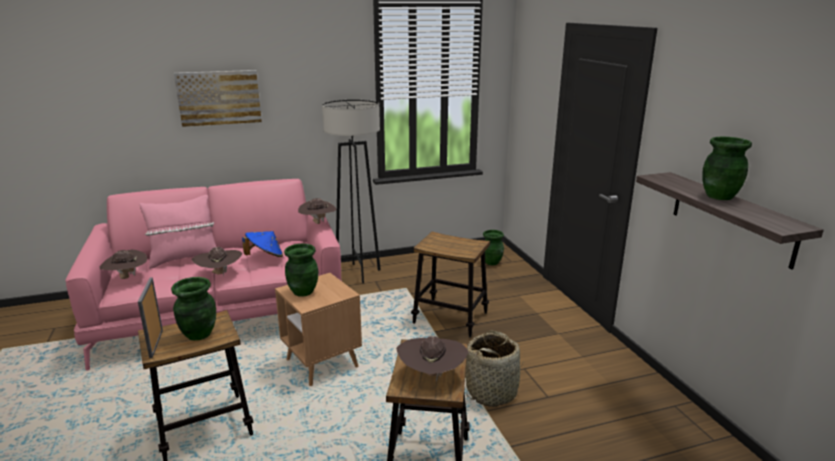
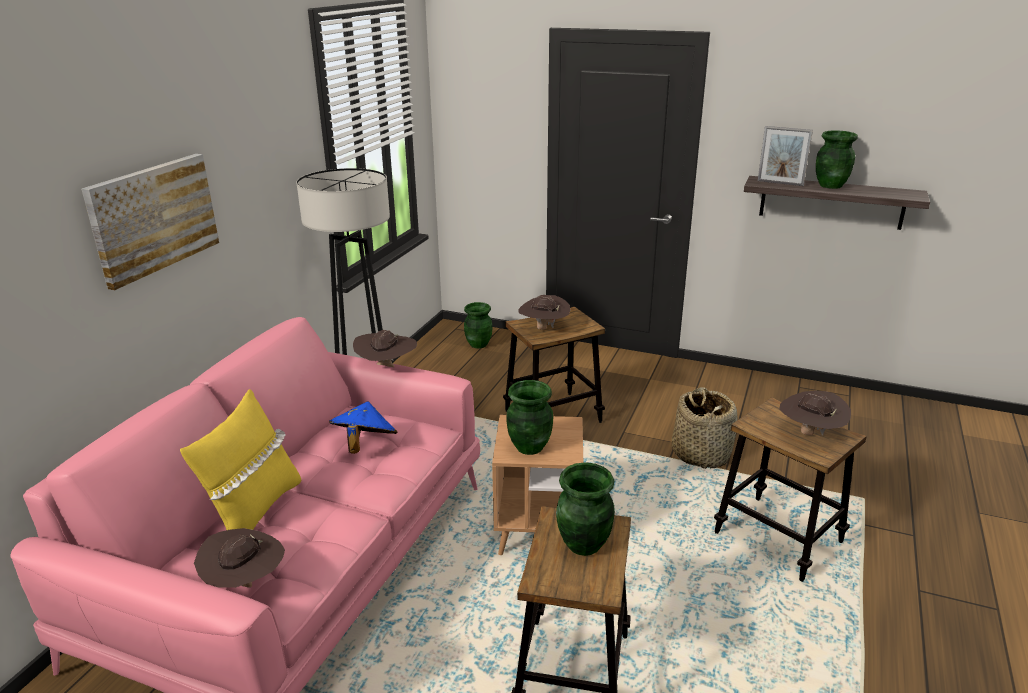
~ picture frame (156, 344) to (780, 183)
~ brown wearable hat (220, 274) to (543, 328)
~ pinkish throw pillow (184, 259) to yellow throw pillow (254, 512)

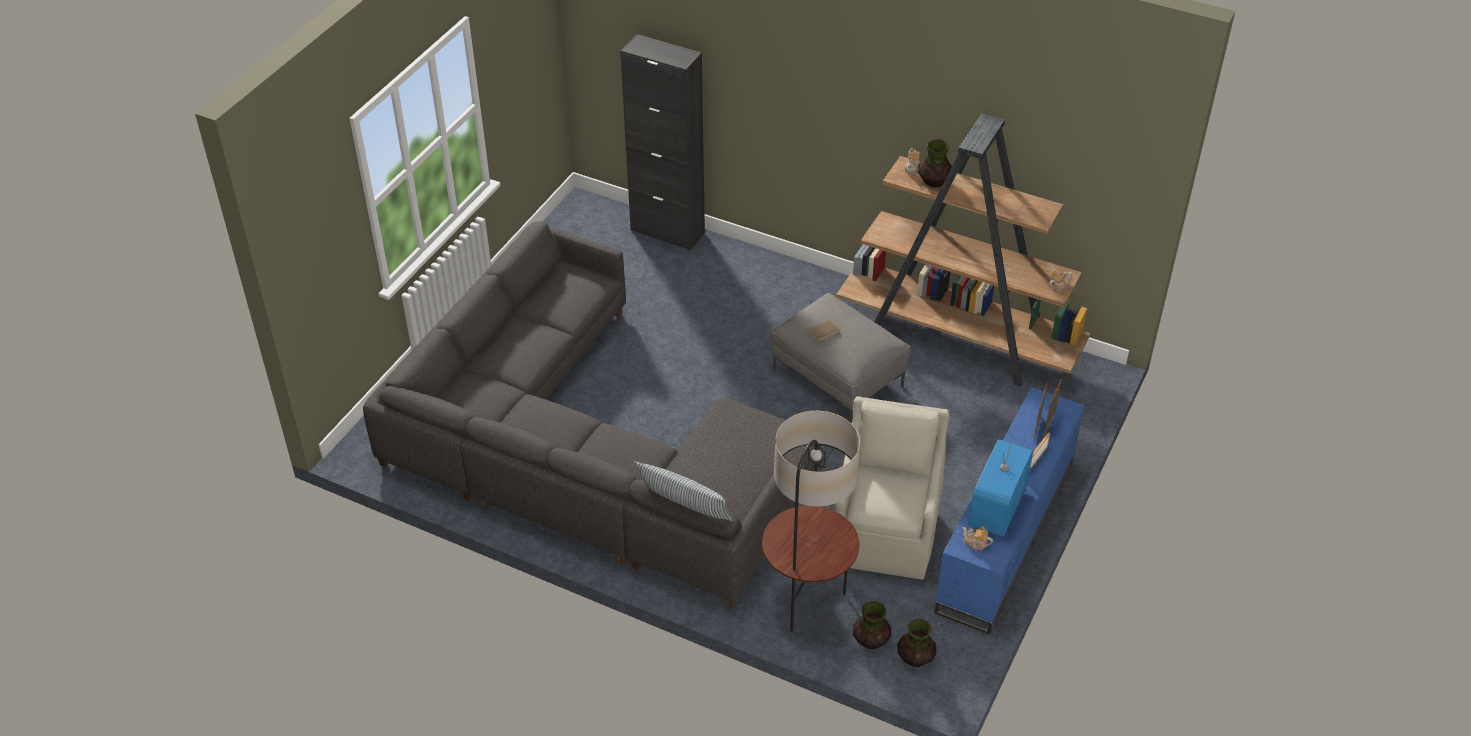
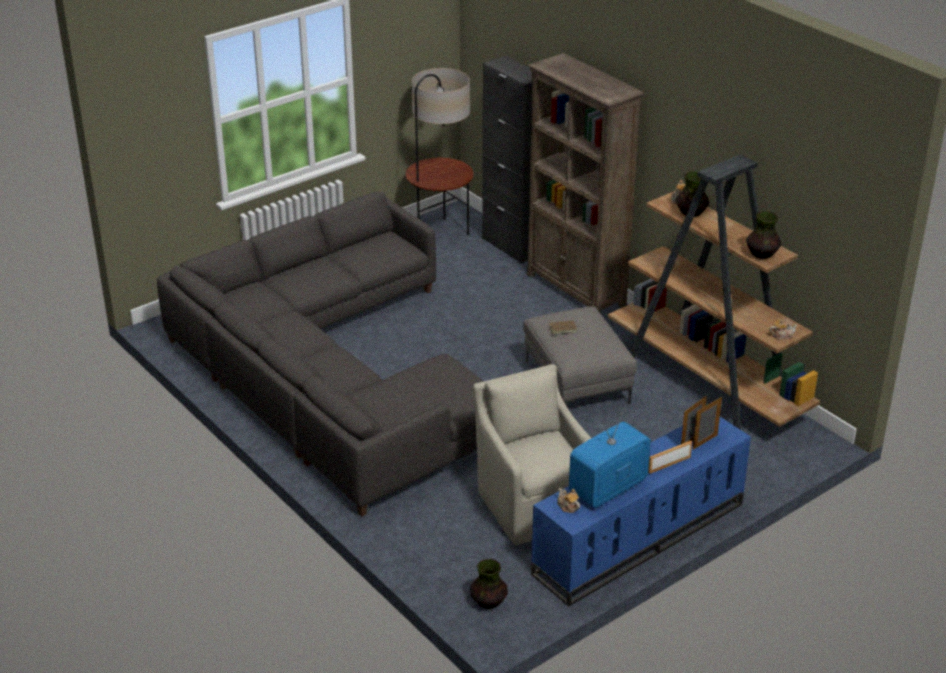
- throw pillow (684, 506)
+ brown bookshelf (576, 290)
~ floor lamp (807, 603) to (440, 233)
~ vase (870, 640) to (761, 254)
~ sand-coloured lounge chair (886, 534) = (533, 504) 60 degrees counterclockwise

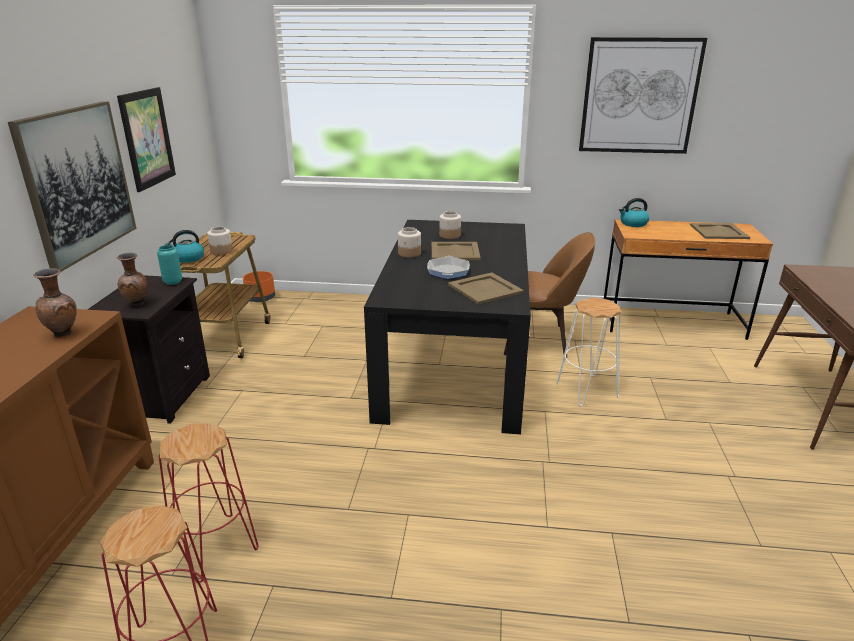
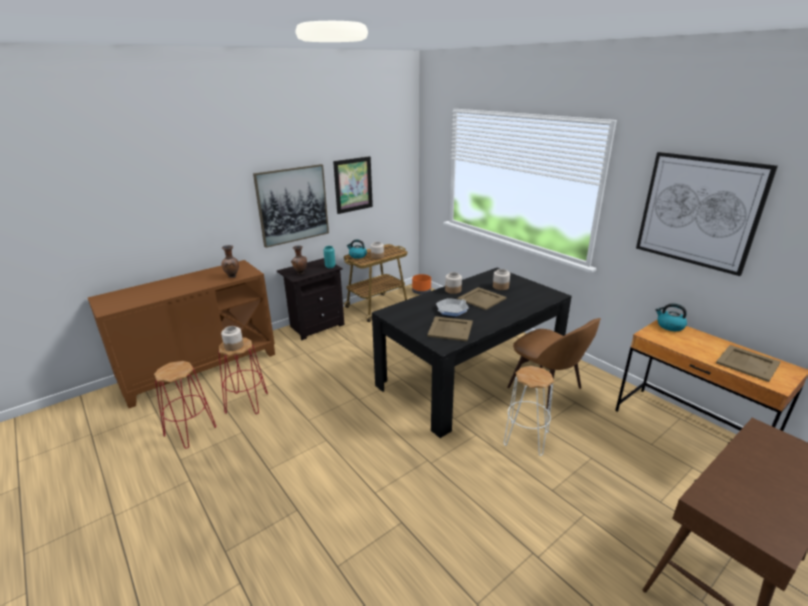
+ jar (234, 346)

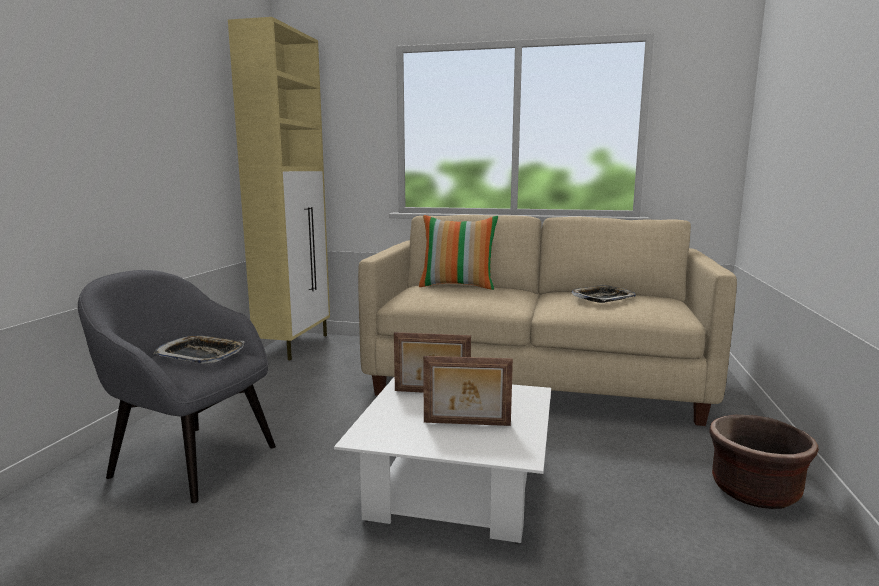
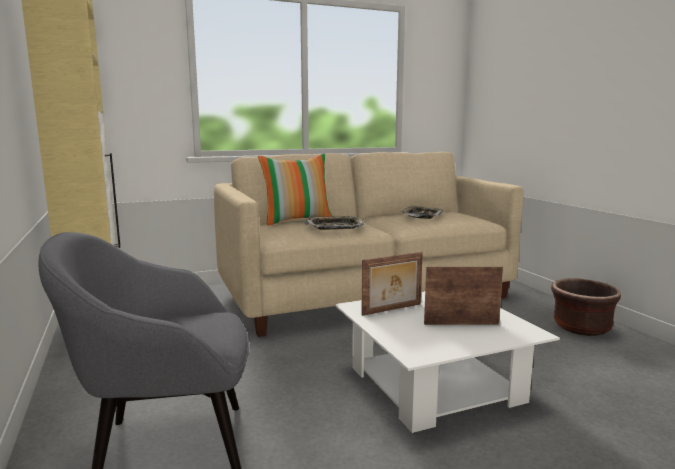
~ tray (201, 355) to (334, 227)
~ picture frame (466, 424) = (461, 323) 150 degrees counterclockwise

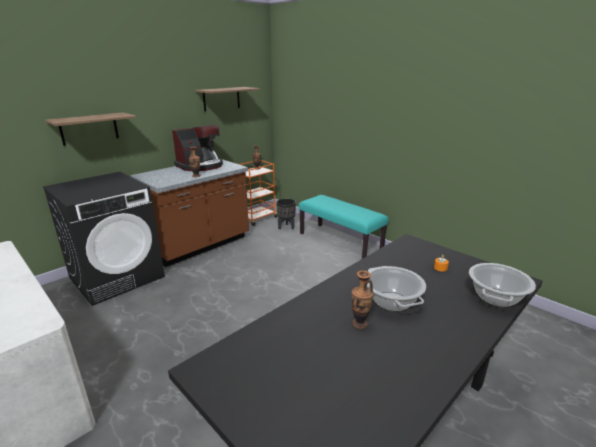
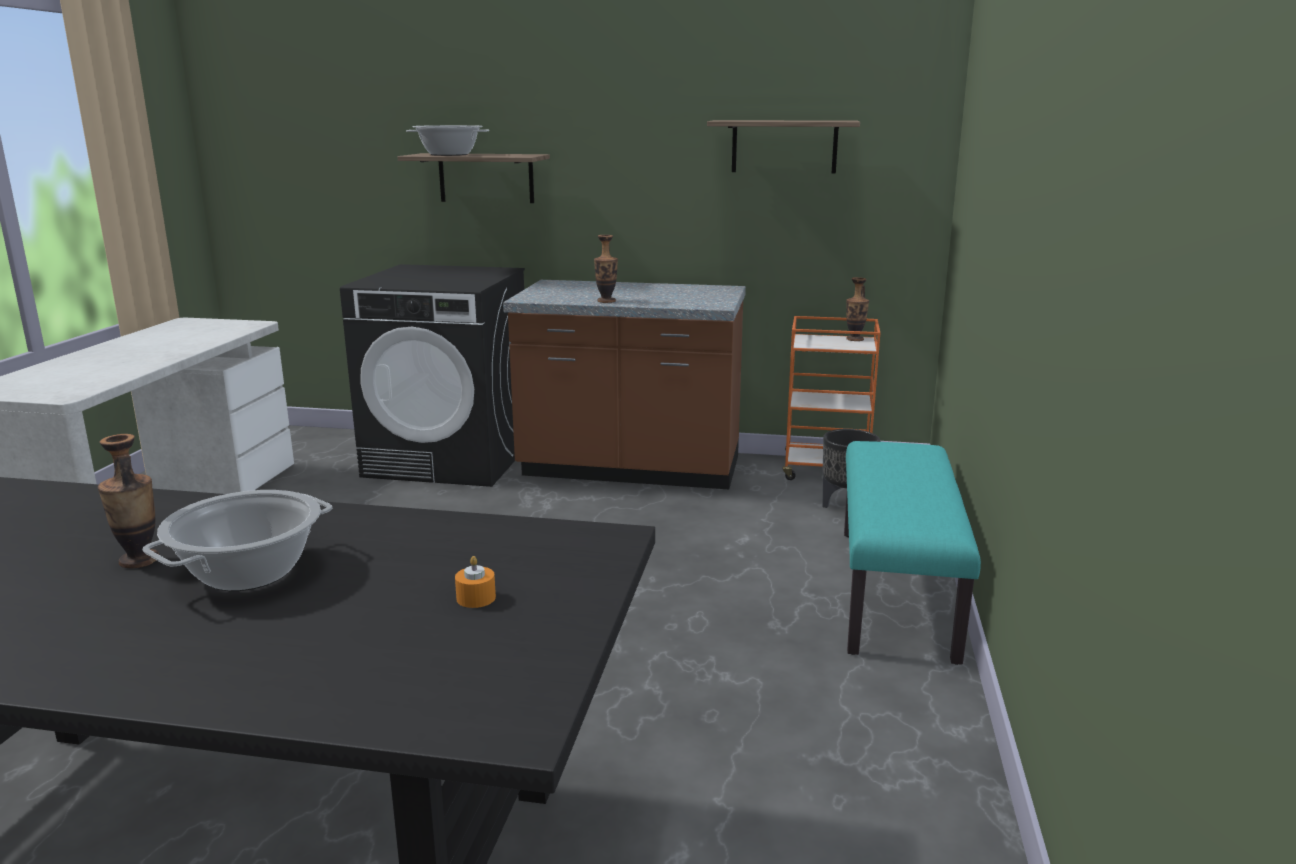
- coffee maker (200, 166)
~ cooking pot (496, 298) to (449, 154)

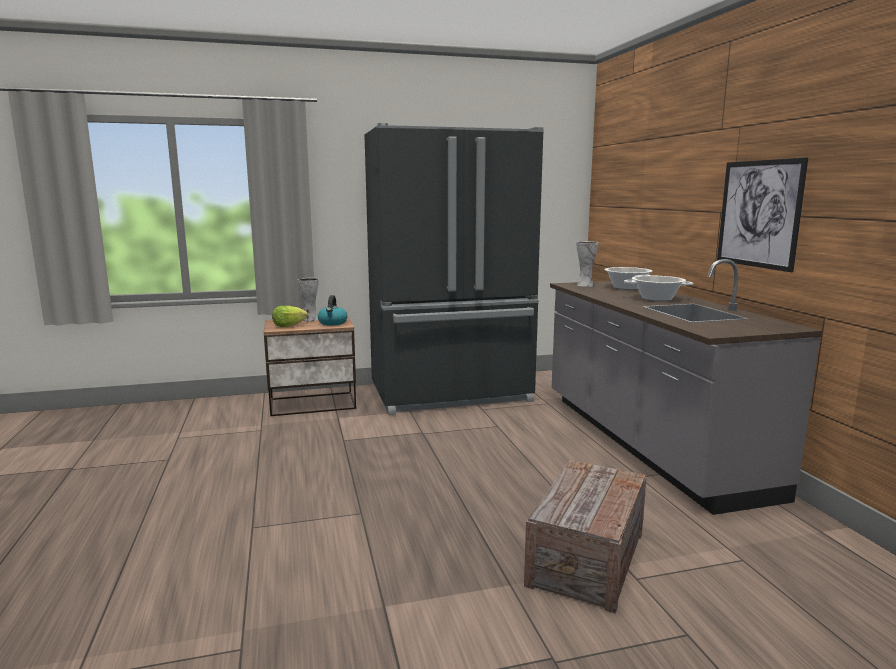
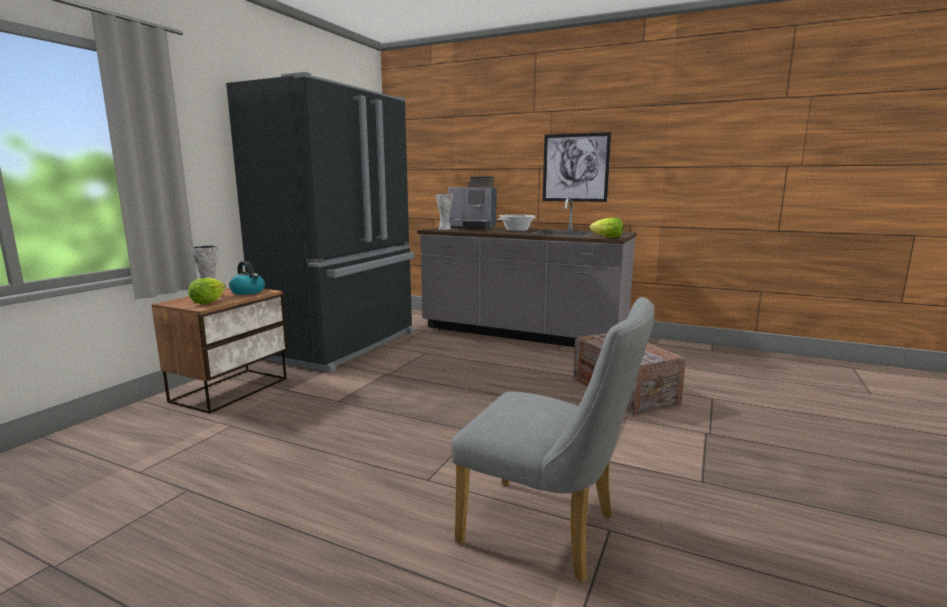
+ greyish upright chair (549, 532)
+ lettuce head (607, 237)
~ cooking pot (627, 288) to coffee maker (473, 228)

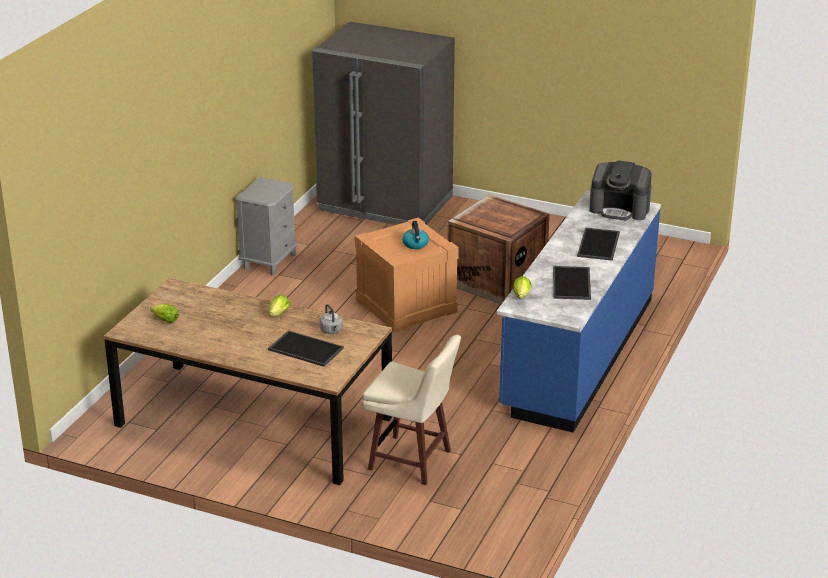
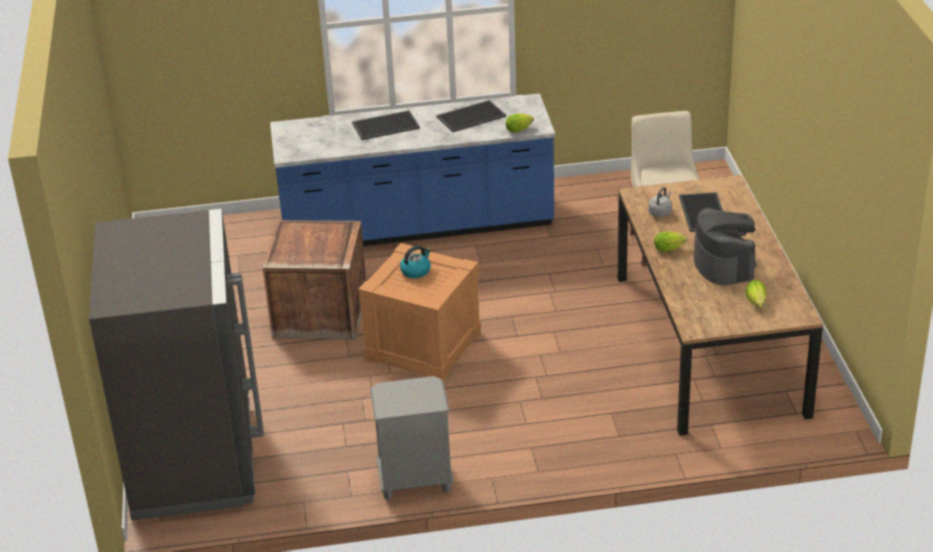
~ coffee maker (620, 209) to (723, 264)

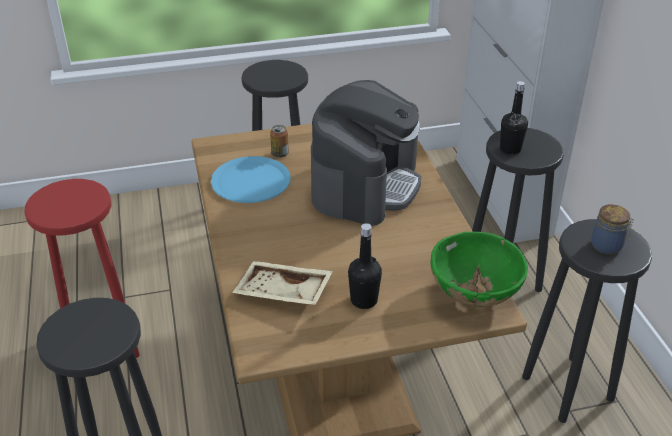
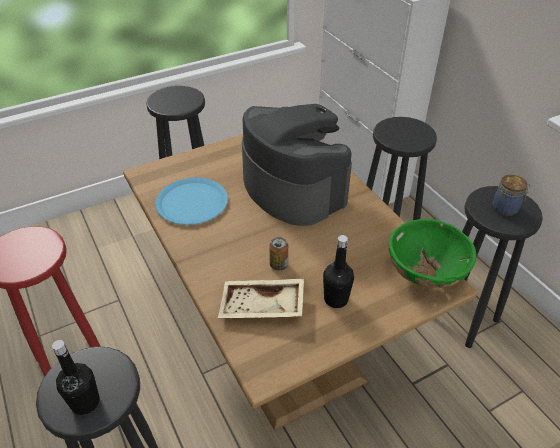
~ sealed can (280, 154) to (278, 265)
~ black drink bottle (510, 149) to (85, 402)
~ coffee maker (365, 184) = (293, 188) 45 degrees counterclockwise

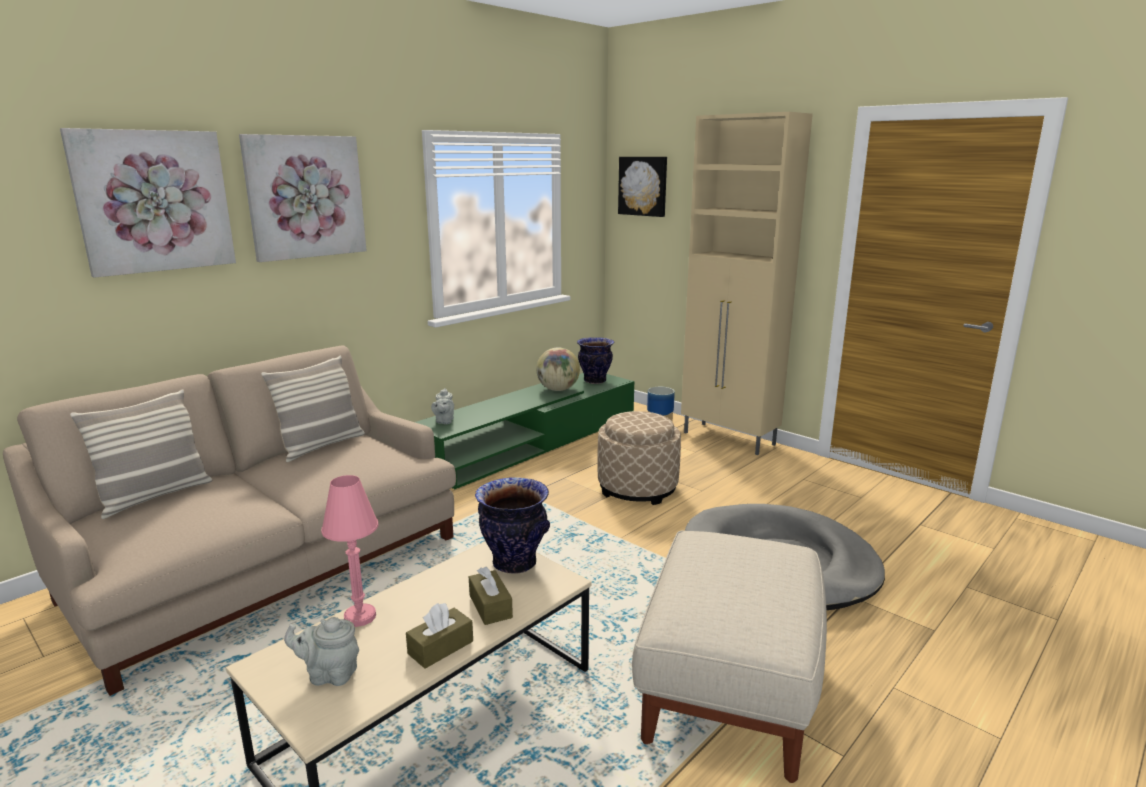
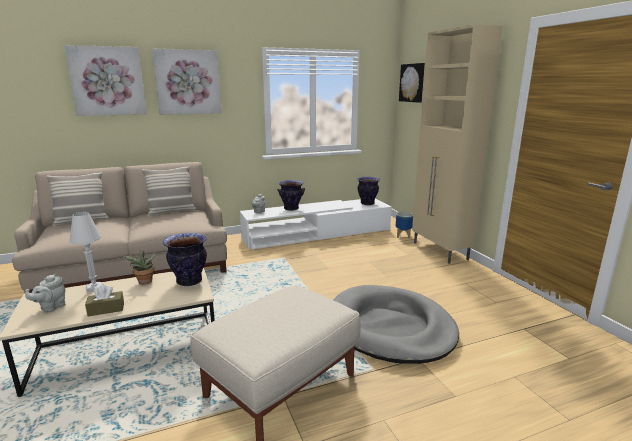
- brown box of tissues (490, 606)
- desk globe (558, 390)
- sand-coloured ottoman (637, 488)
+ plant in a pot (144, 282)
+ vase (291, 208)
~ pinkish tabletop lamp (360, 617) to whitish tabletop lamp (94, 287)
~ green tv unit (532, 443) to whitish tv unit (317, 234)
~ greyish pot for tea (329, 674) = (51, 307) 90 degrees counterclockwise

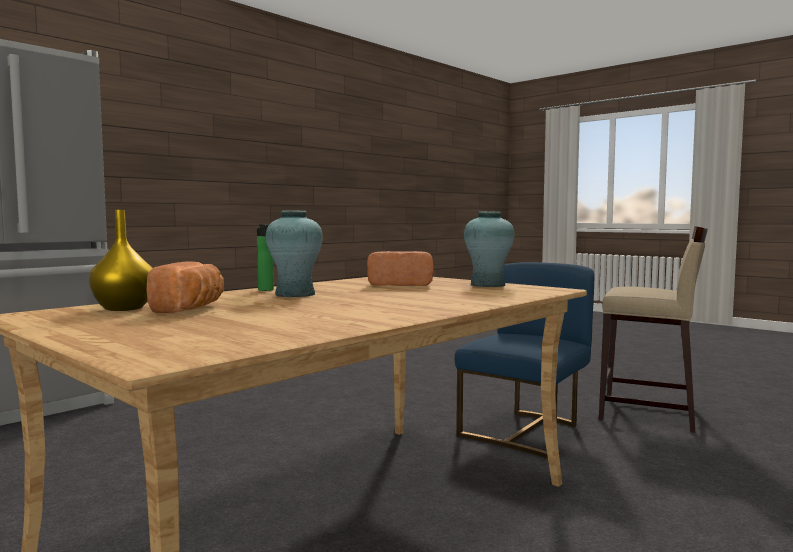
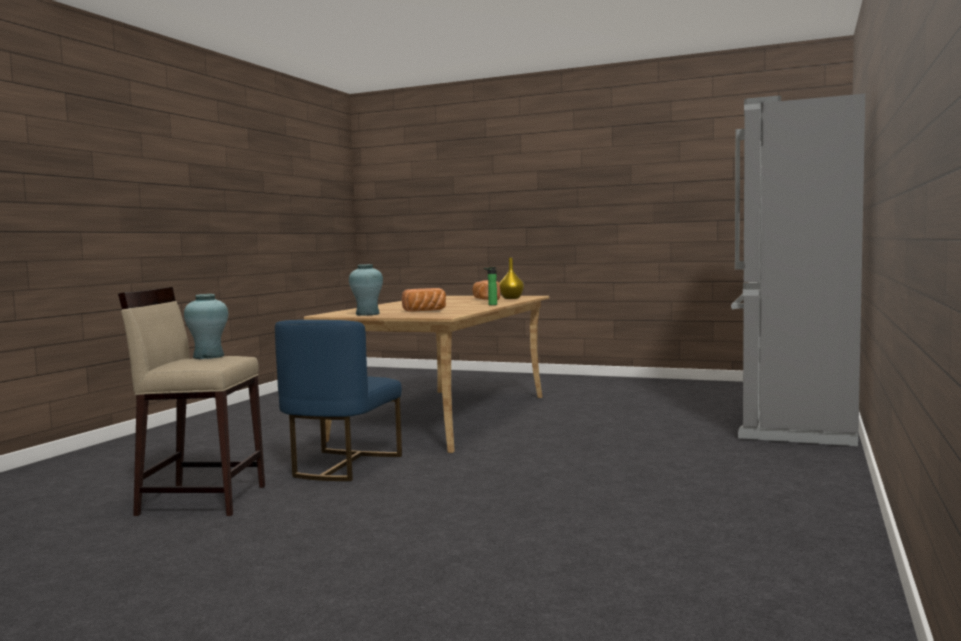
~ blue-green vase (294, 294) to (209, 357)

